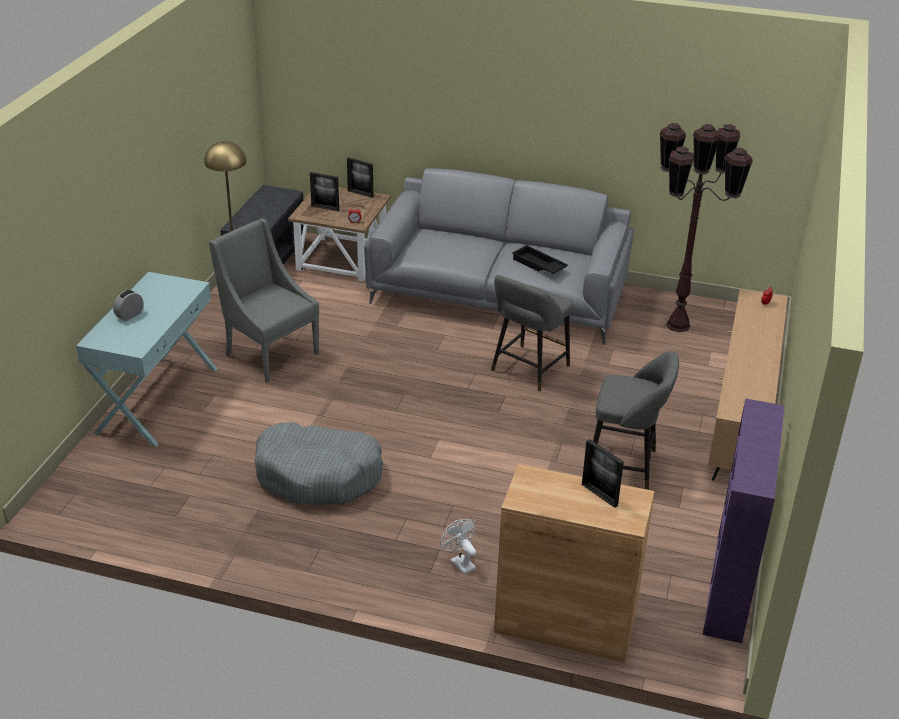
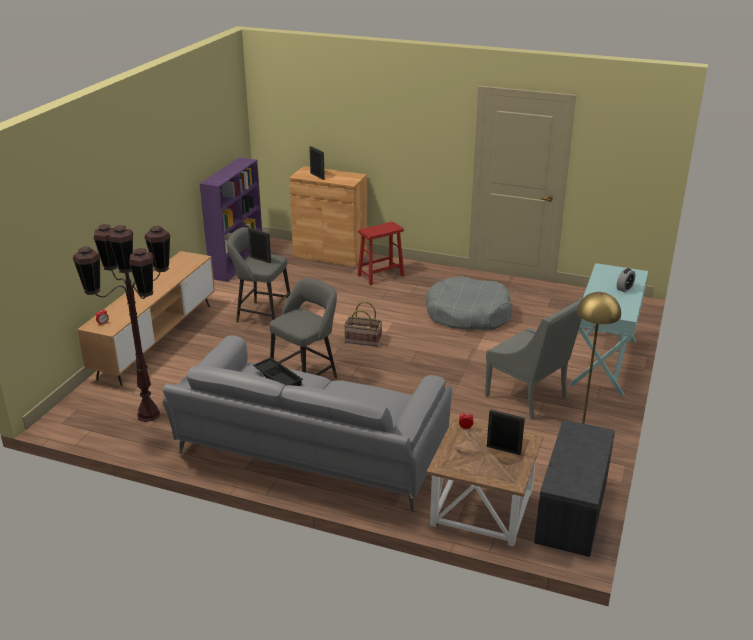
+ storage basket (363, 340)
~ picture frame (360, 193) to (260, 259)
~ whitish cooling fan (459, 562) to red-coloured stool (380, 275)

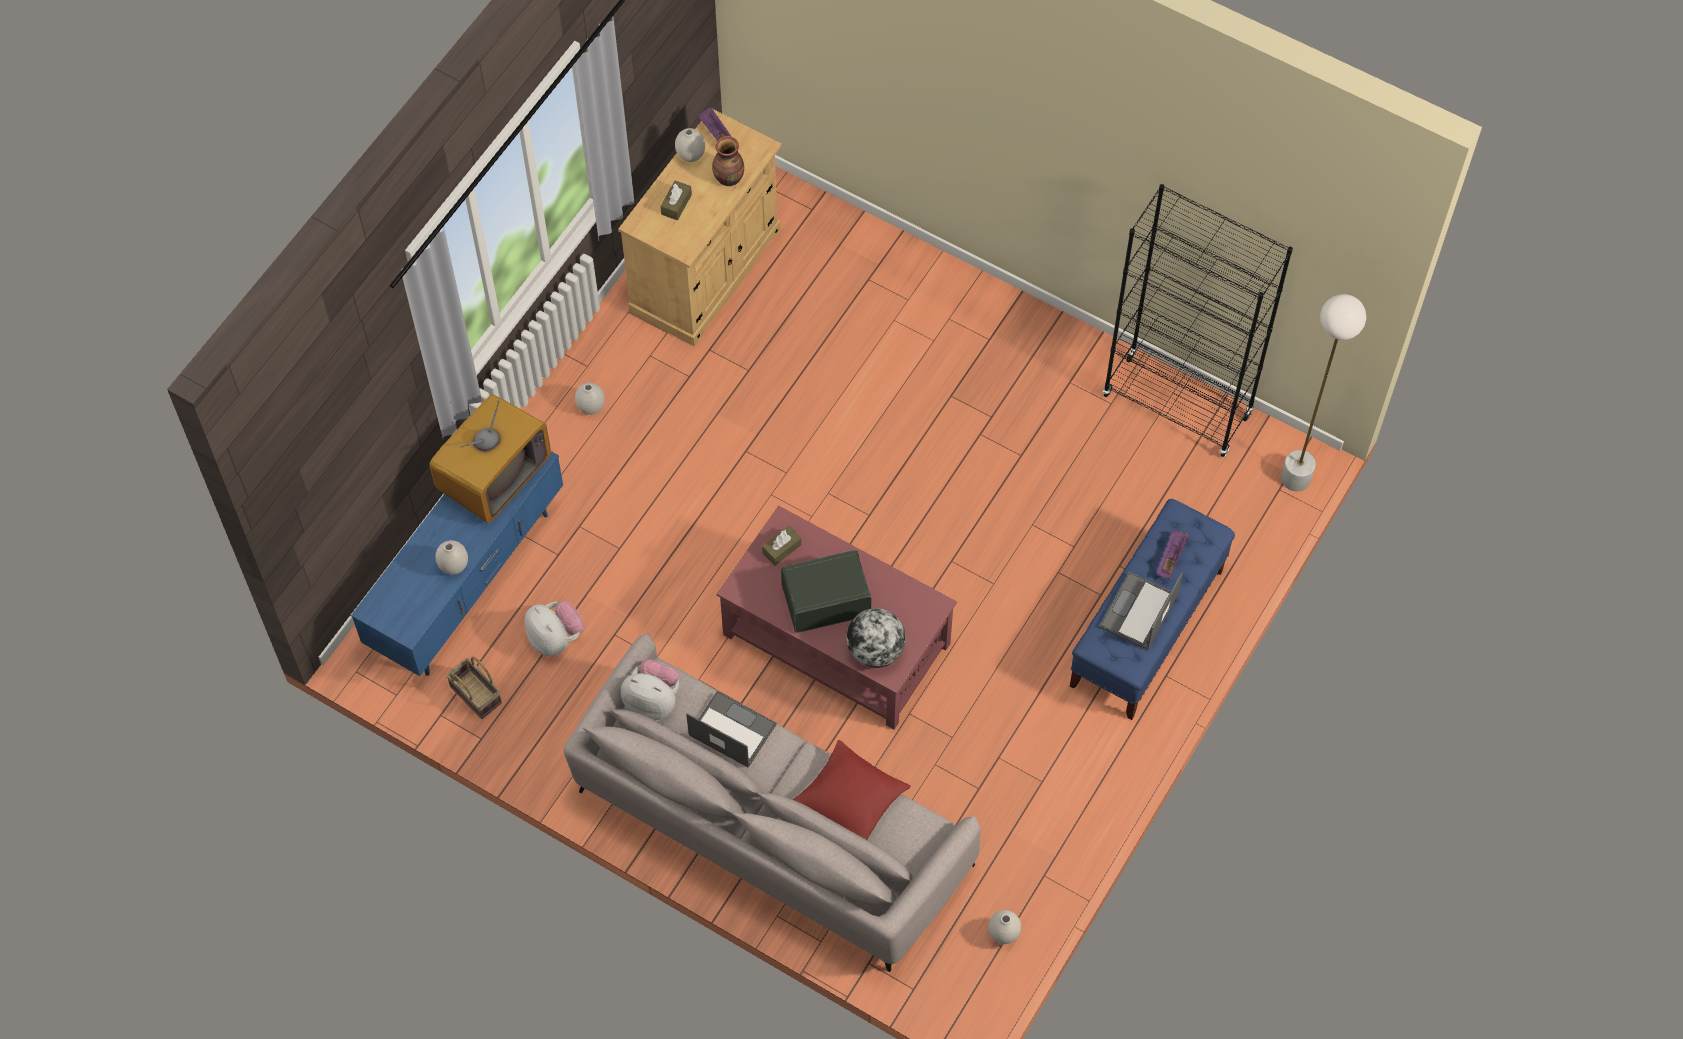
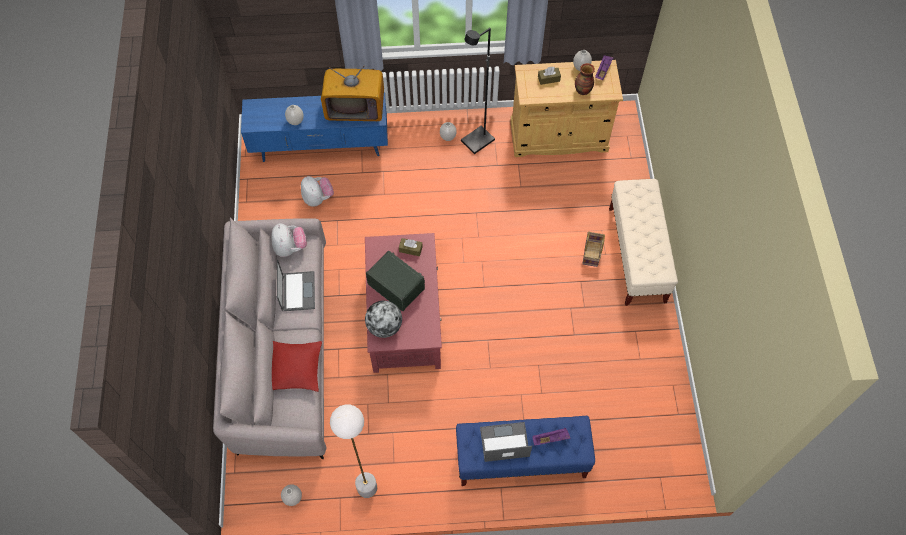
- black bookshelf (1177, 406)
+ black floor lamp (477, 141)
+ sand-coloured long seat (637, 255)
~ storage basket (477, 695) to (592, 254)
~ whitish floor lamp (1295, 478) to (367, 488)
~ cuddly toy (555, 638) = (318, 198) 45 degrees counterclockwise

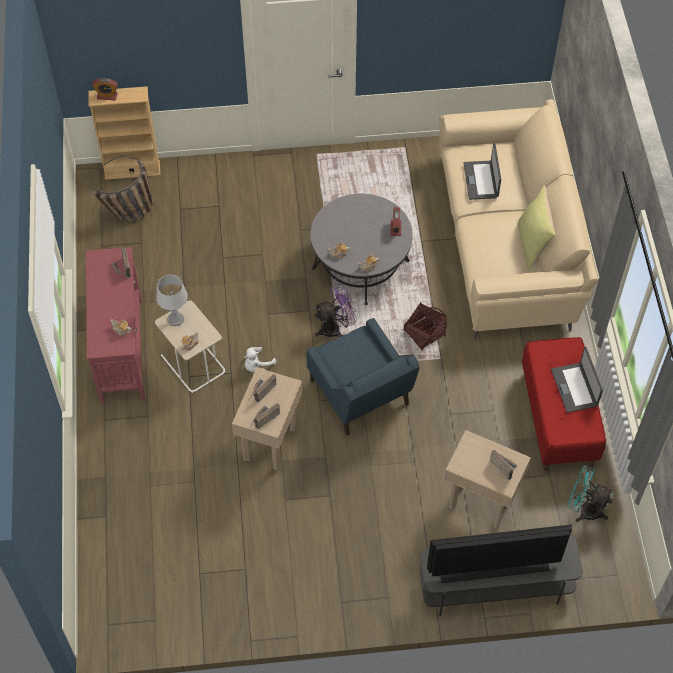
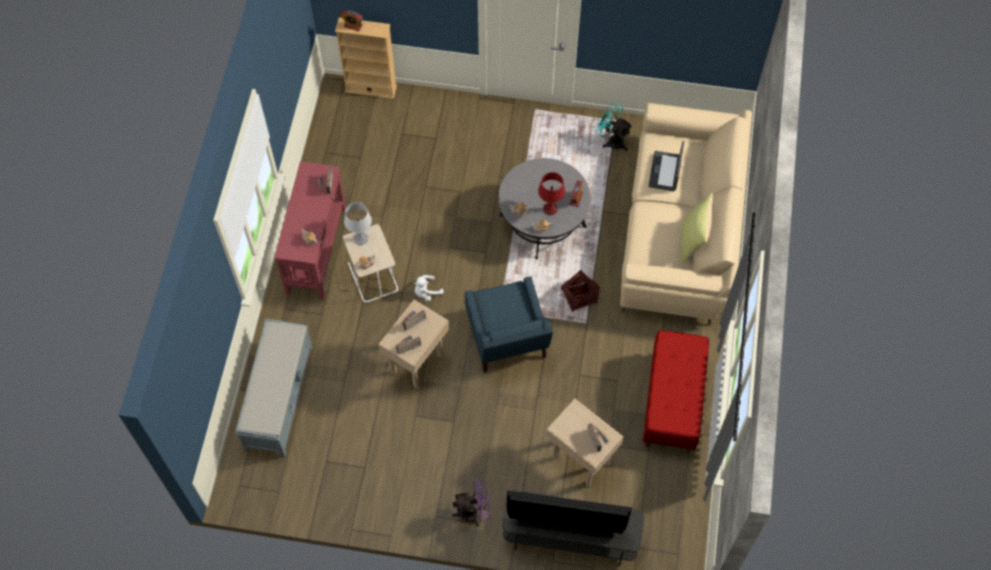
- storage basket (128, 214)
- laptop (575, 387)
+ greyish long seat (279, 397)
+ red-coloured tabletop lamp (550, 209)
~ purplish cooling fan (335, 328) to (473, 512)
~ blue-green cooling fan (584, 509) to (612, 140)

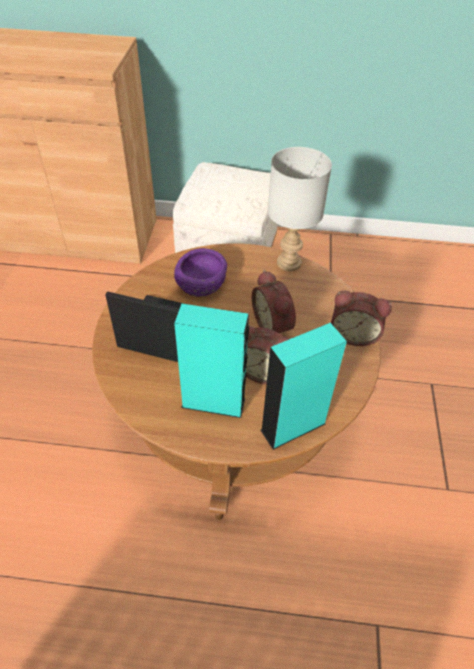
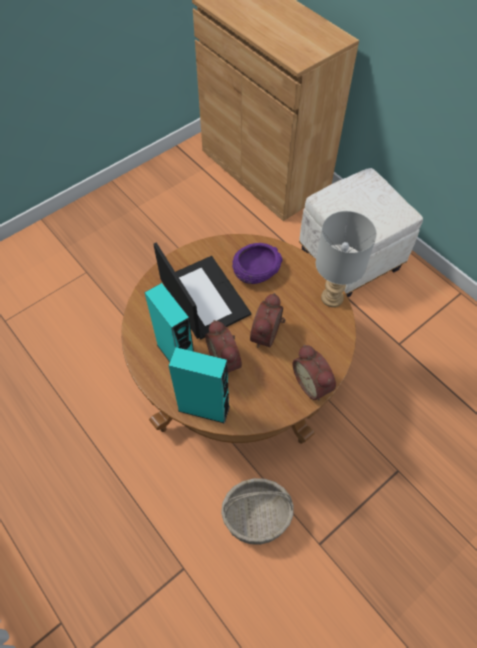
+ storage basket (256, 517)

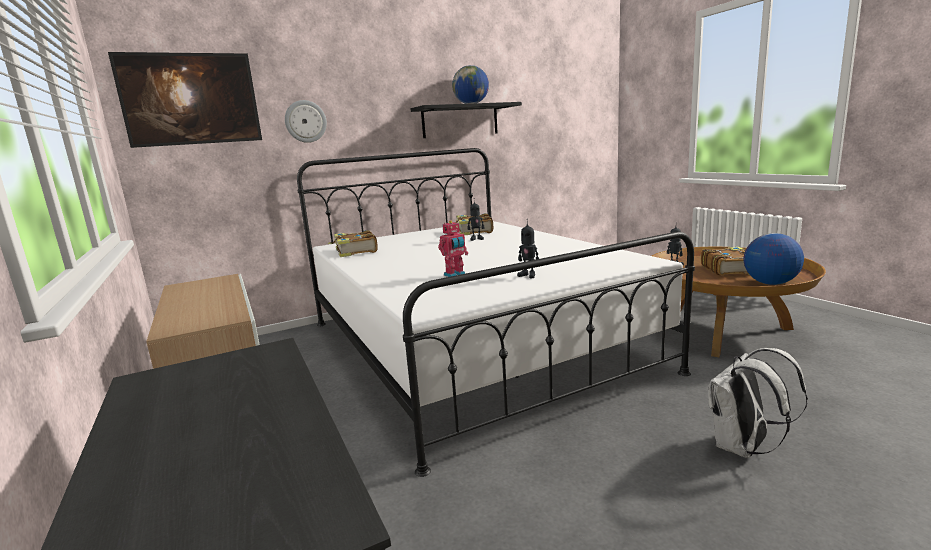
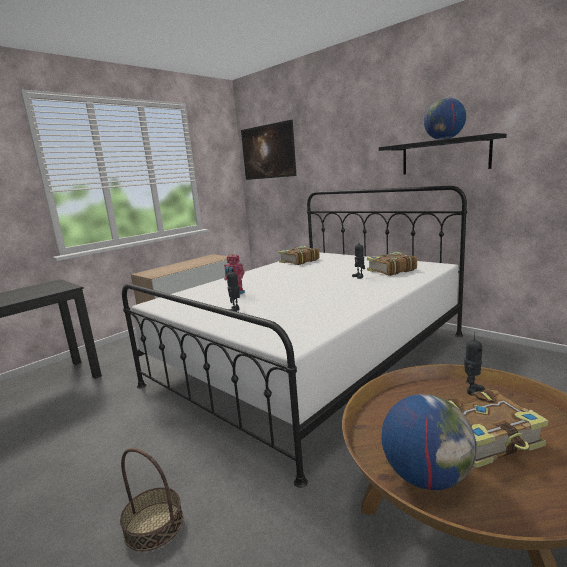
- clock on the wall (305, 121)
~ whitish backpack (743, 448) to storage basket (153, 525)

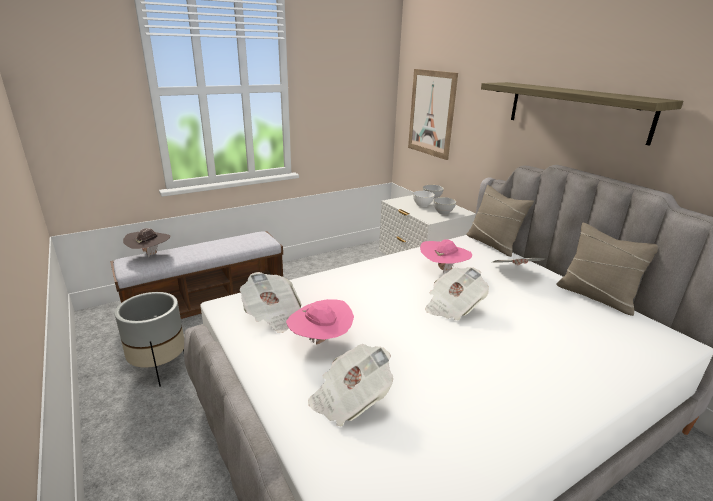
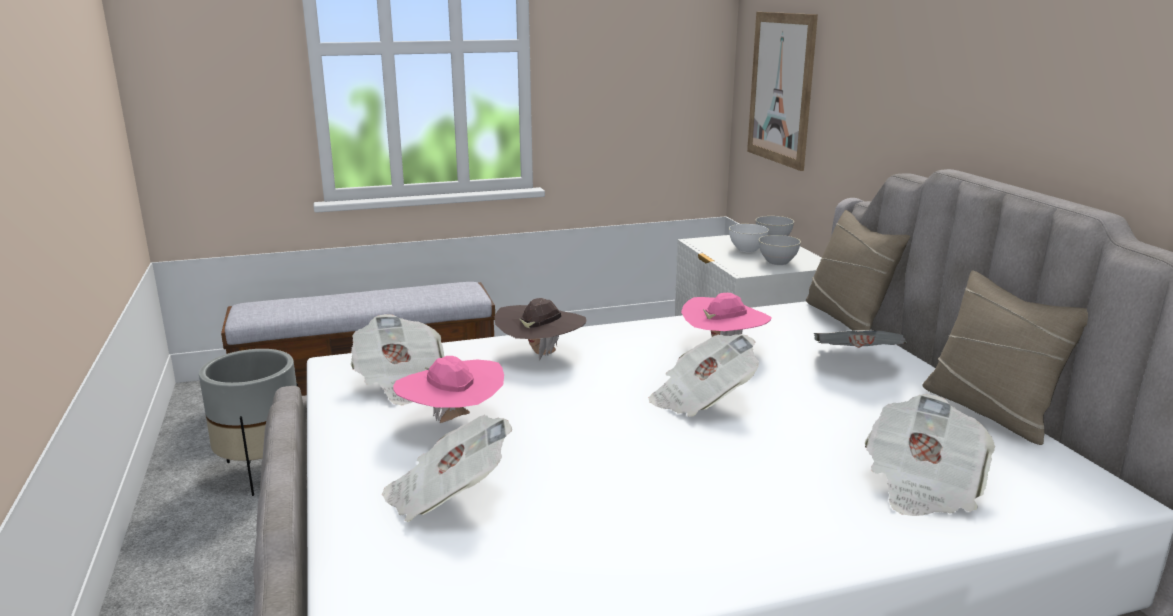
- shelf (576, 110)
+ printed paper (922, 485)
~ brown wearable hat (150, 254) to (541, 354)

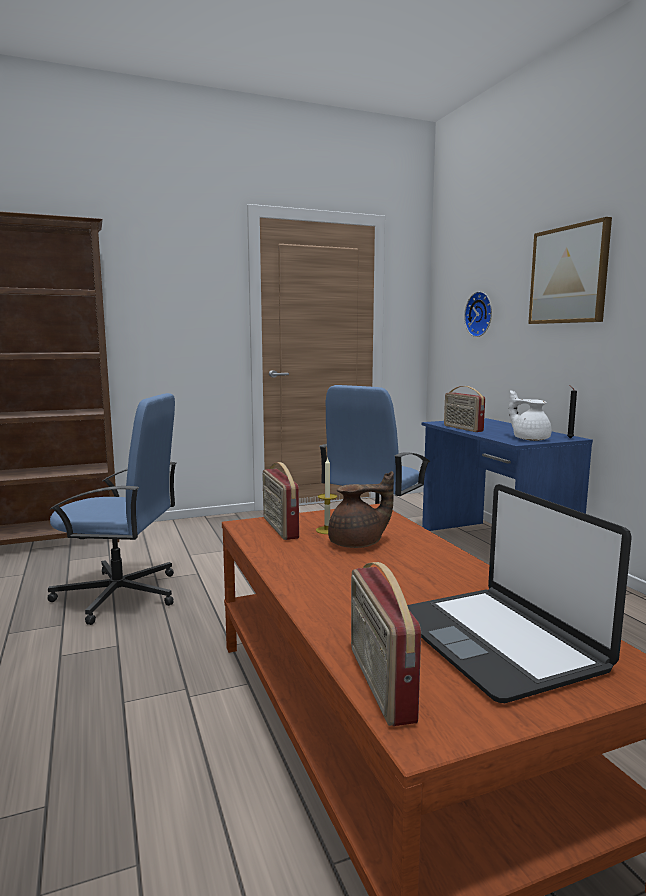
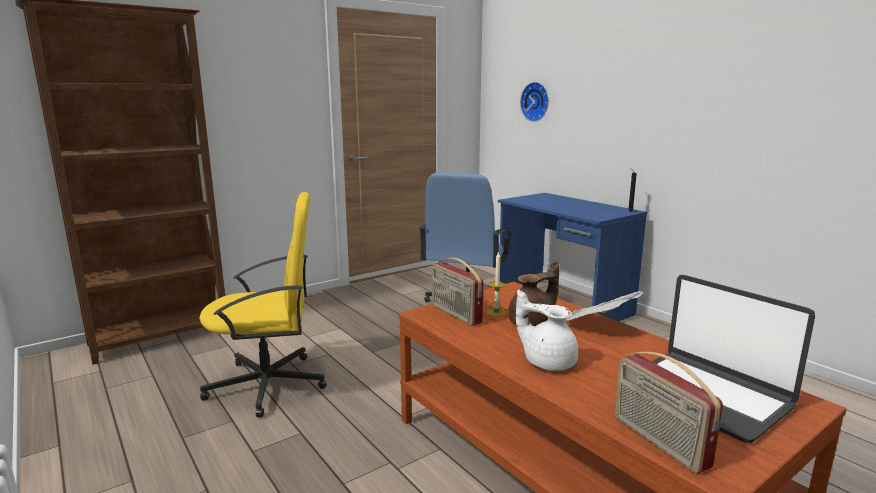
- radio (462, 428)
- wall art (569, 275)
+ printed paper (598, 325)
~ whitish pot for tea (529, 439) to (547, 361)
~ blue office chair (120, 595) to yellow office chair (269, 384)

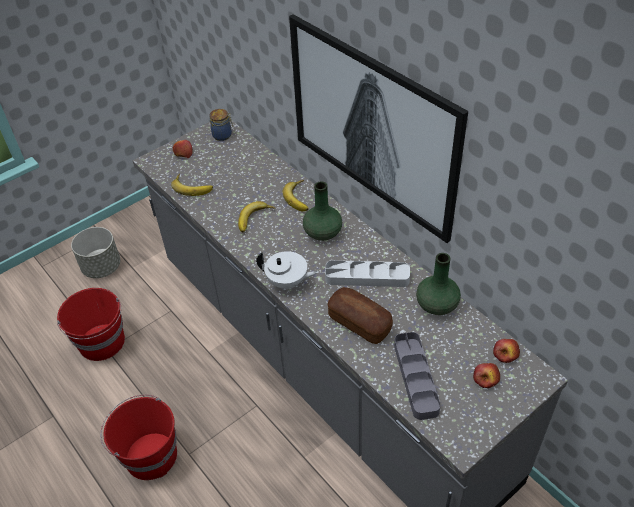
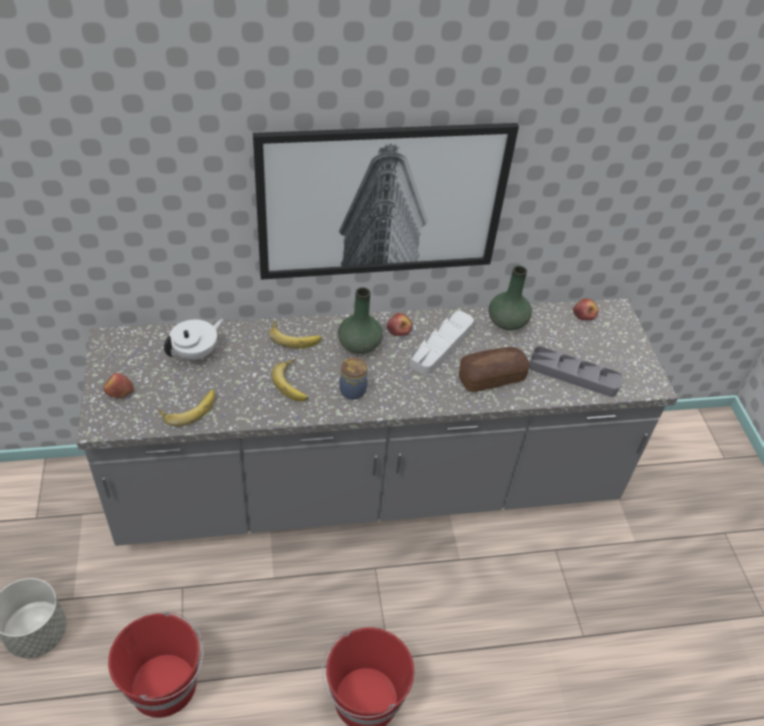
~ jar (223, 135) to (353, 390)
~ whitish pot for tea (287, 282) to (196, 353)
~ apple (486, 378) to (399, 329)

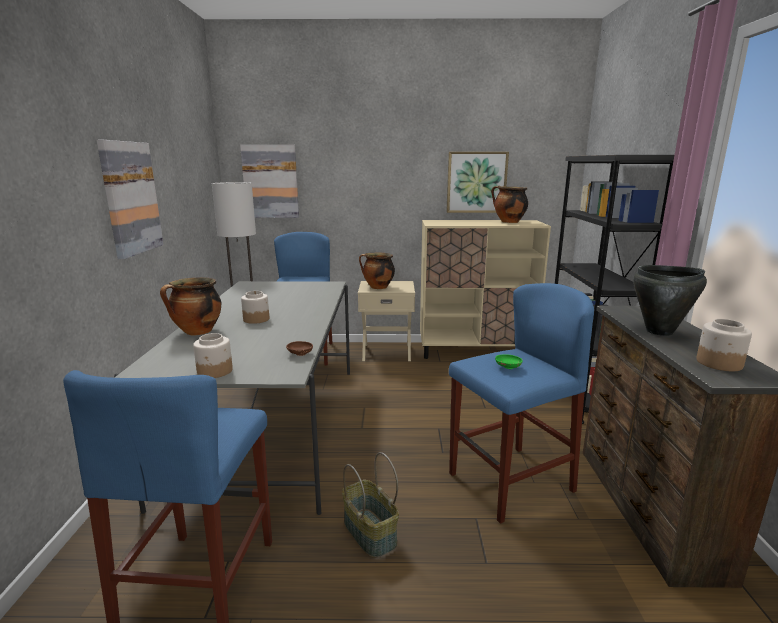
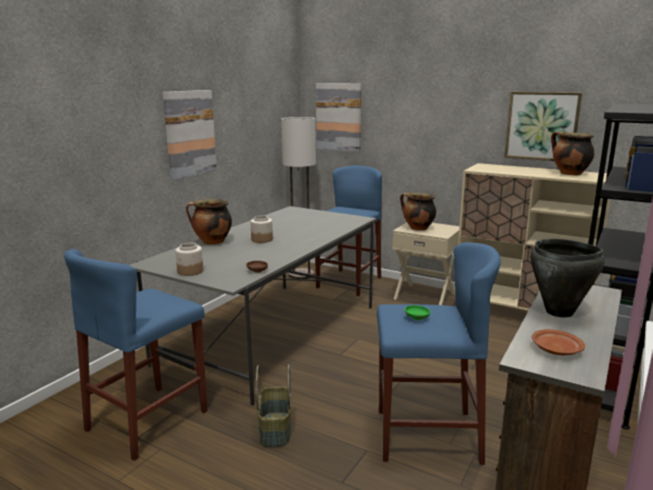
~ jar (718, 363) to brown plate (555, 349)

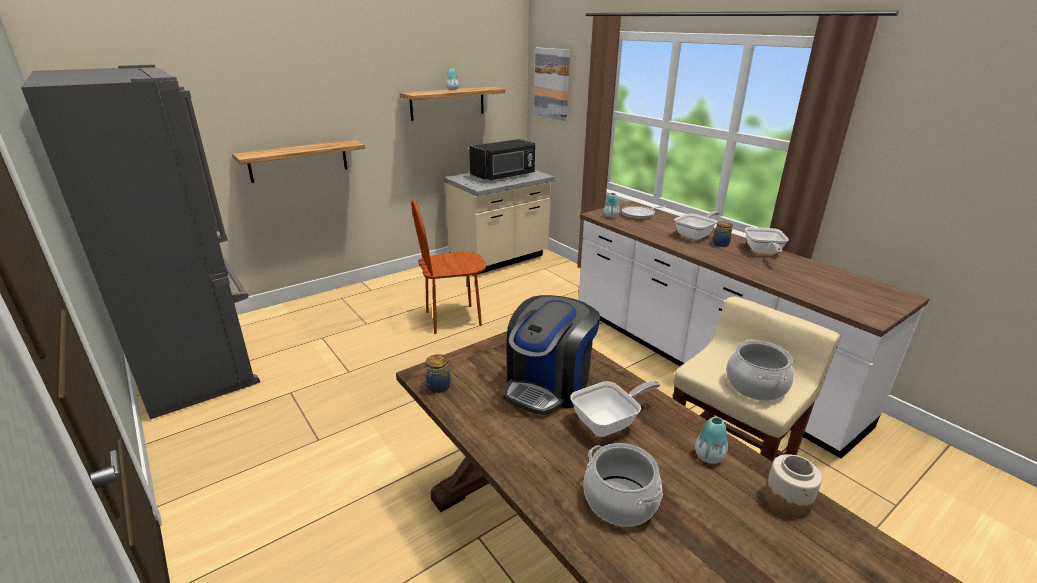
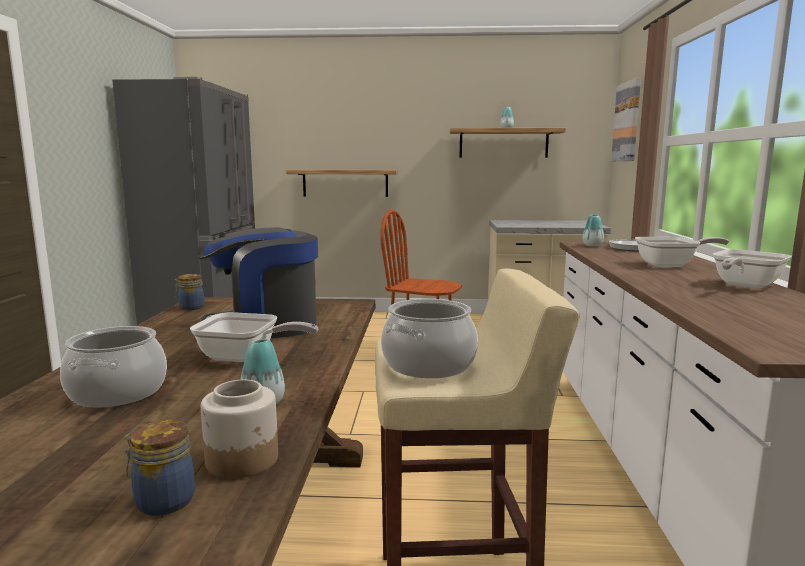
- black microwave (504, 176)
~ jar (720, 244) to (162, 501)

